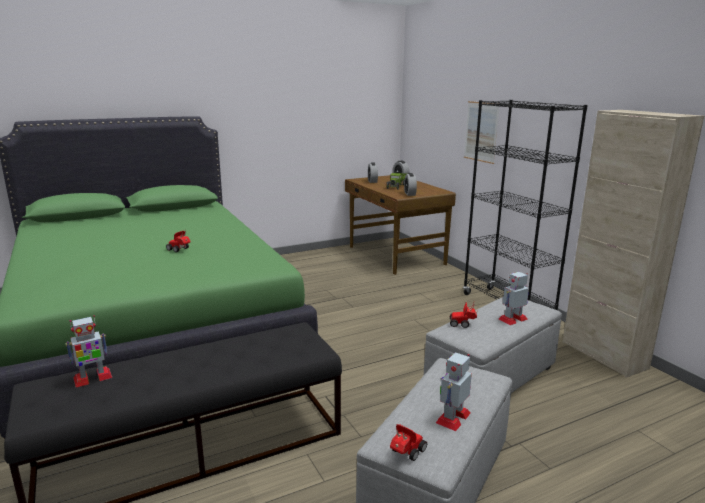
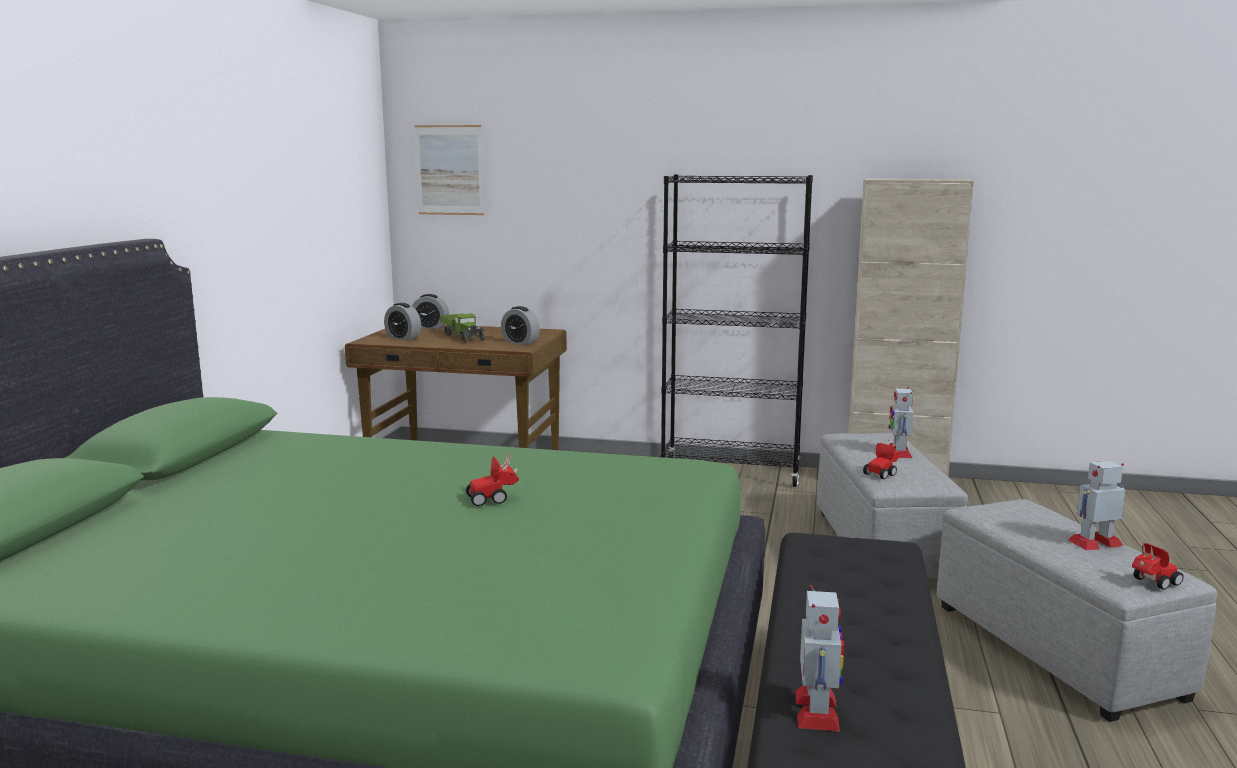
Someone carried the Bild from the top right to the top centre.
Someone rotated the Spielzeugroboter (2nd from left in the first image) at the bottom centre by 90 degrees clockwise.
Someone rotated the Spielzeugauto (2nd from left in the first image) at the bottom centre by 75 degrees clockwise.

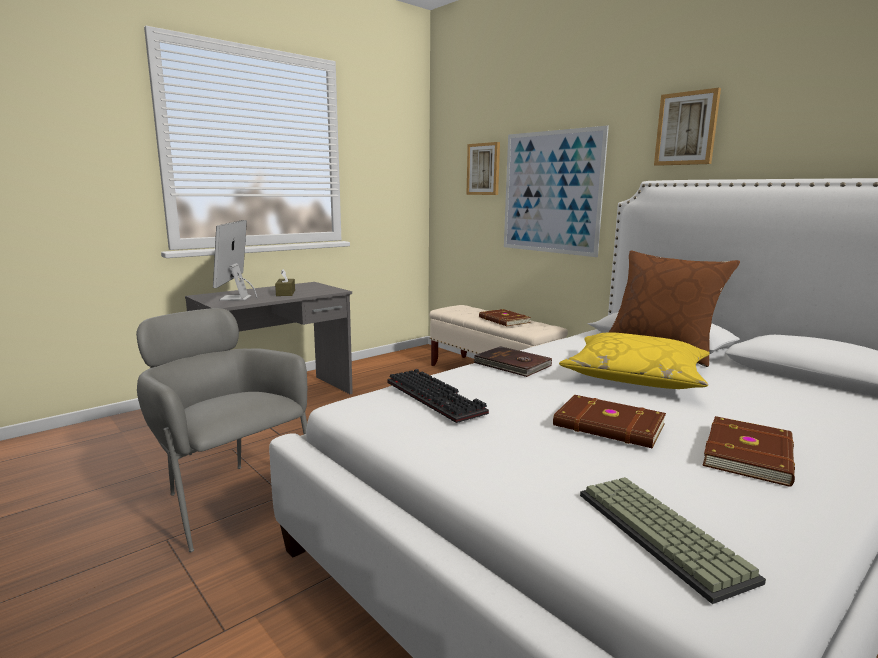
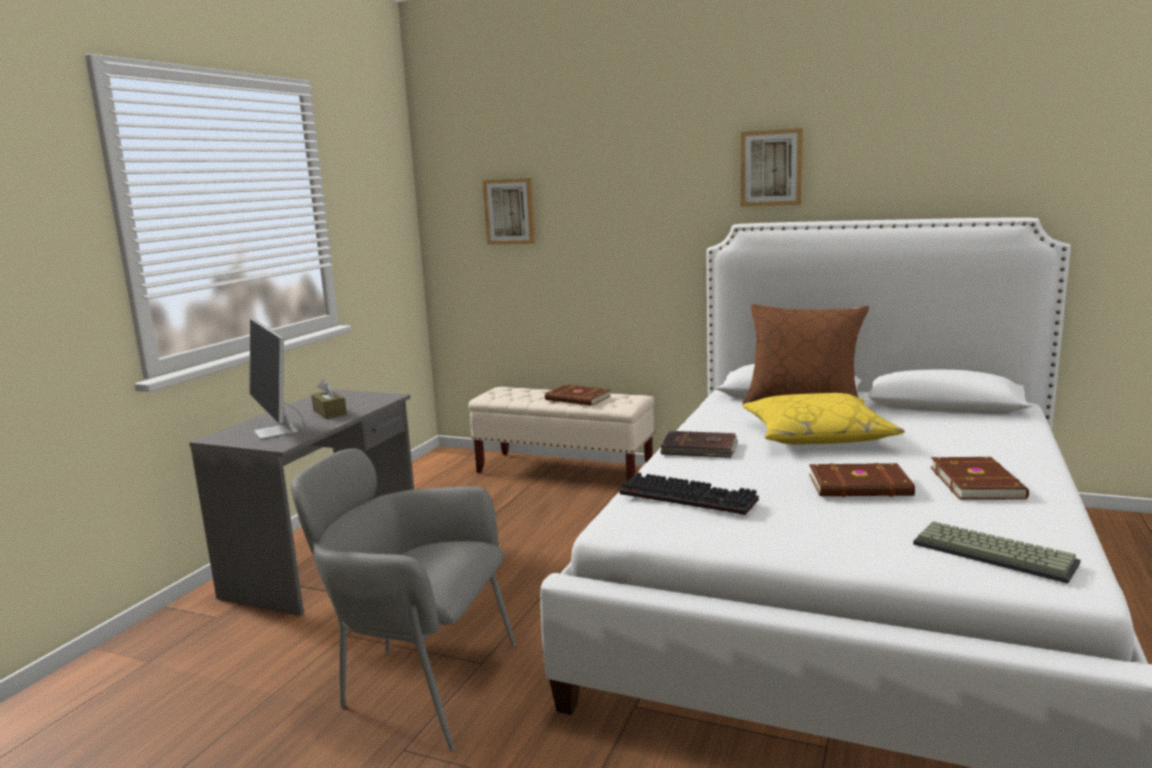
Someone took away the Bild (2nd from left) at the top centre.

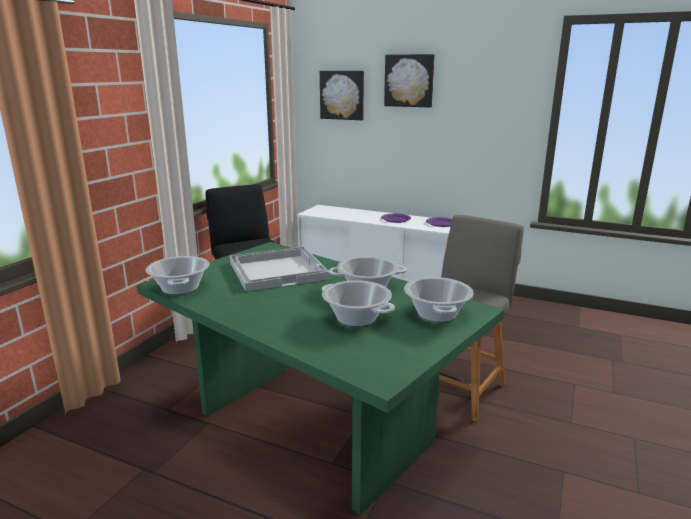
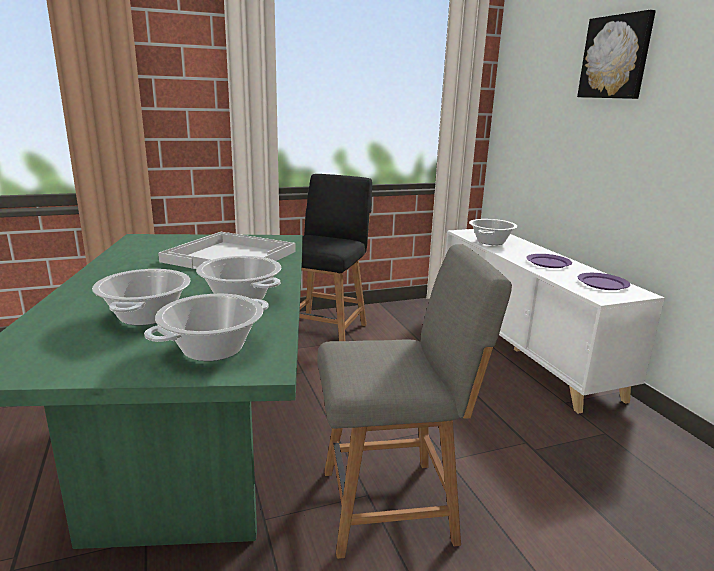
Someone took away the Bild (1st from left) at the top centre.
Someone carried the Kochtopf (1st from left in the first image) from the middle left to the middle right.

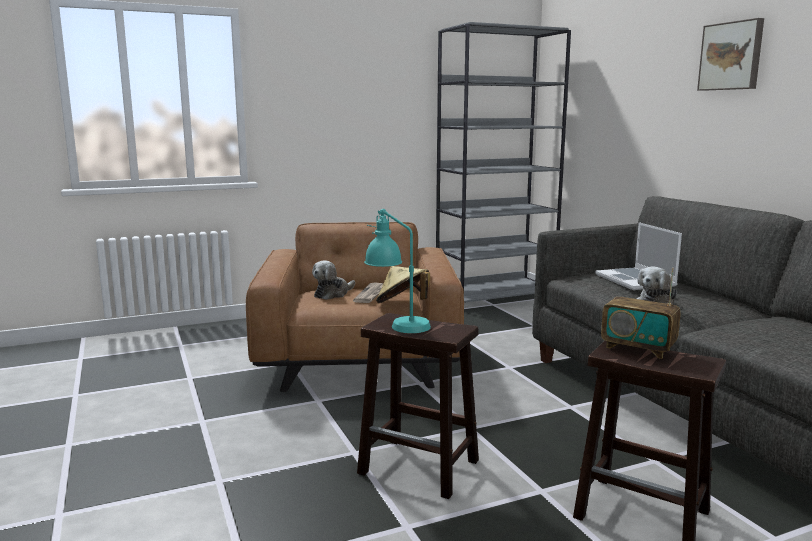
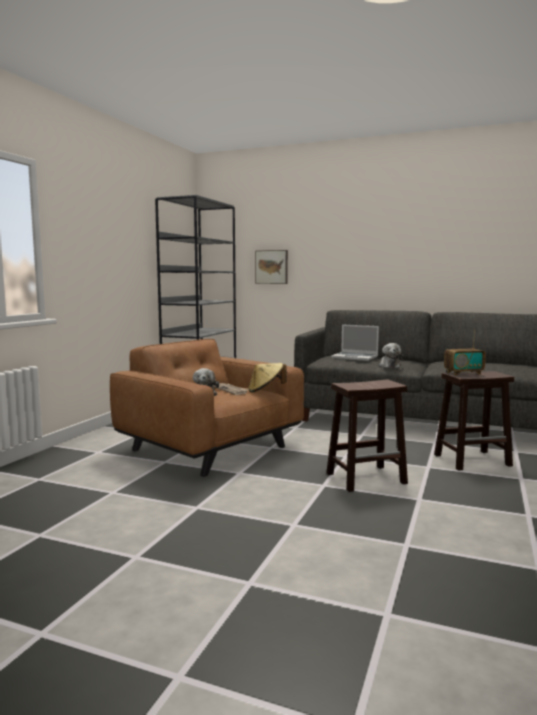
Someone carried the Bild from the top right to the centre.
Someone took away the Tischlampe [türkis] at the centre.

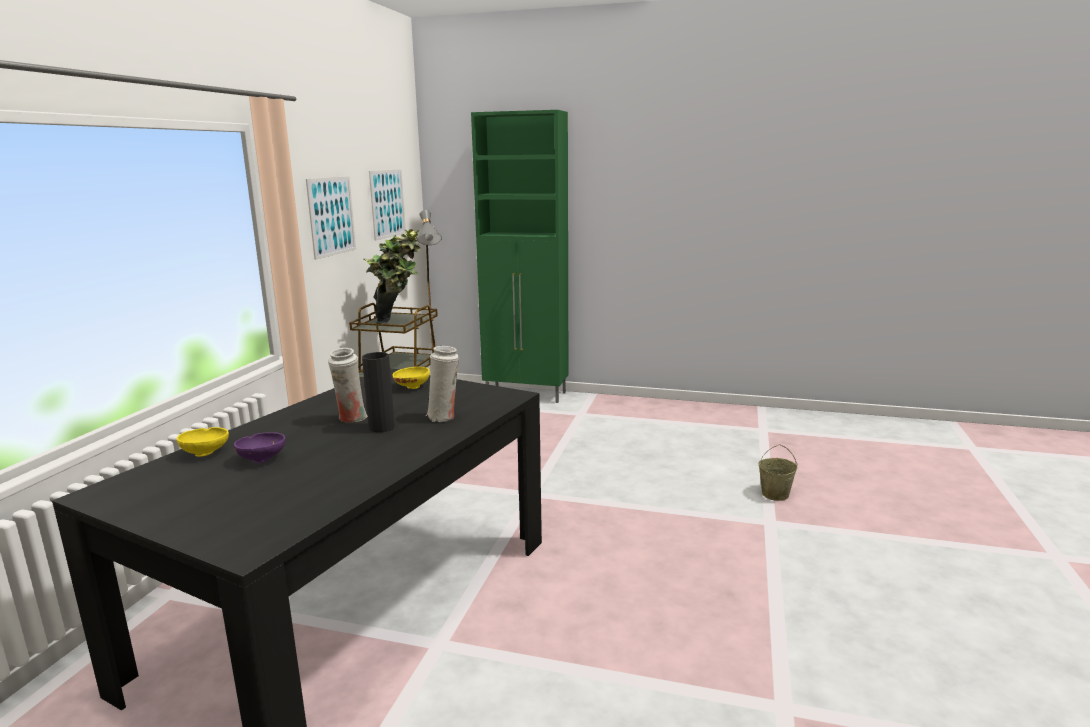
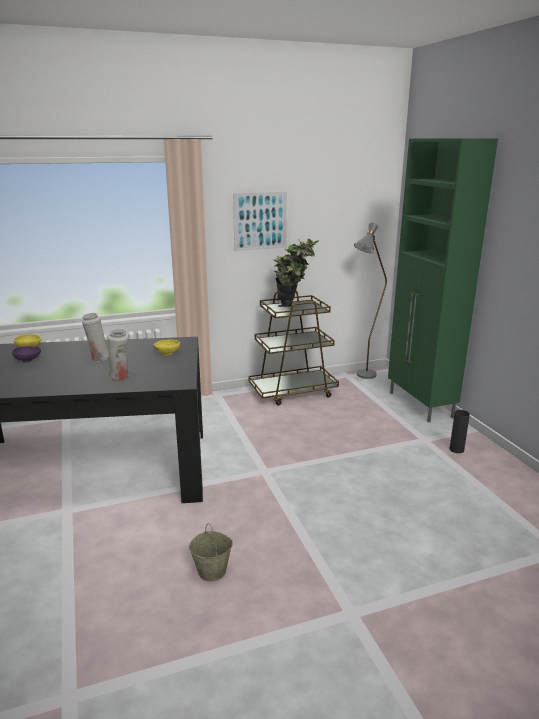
Someone took away the Bild (2nd from left) at the top centre.
Someone carried the Vase [schwarz] from the centre to the middle right.
Someone carried the Eimer [beige] from the middle right to the bottom centre.

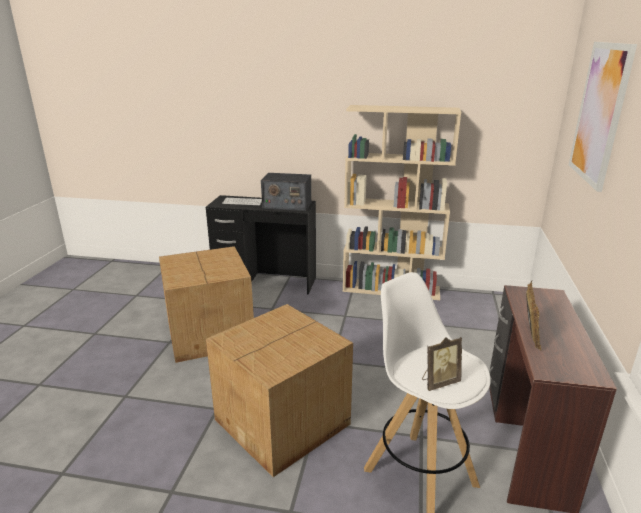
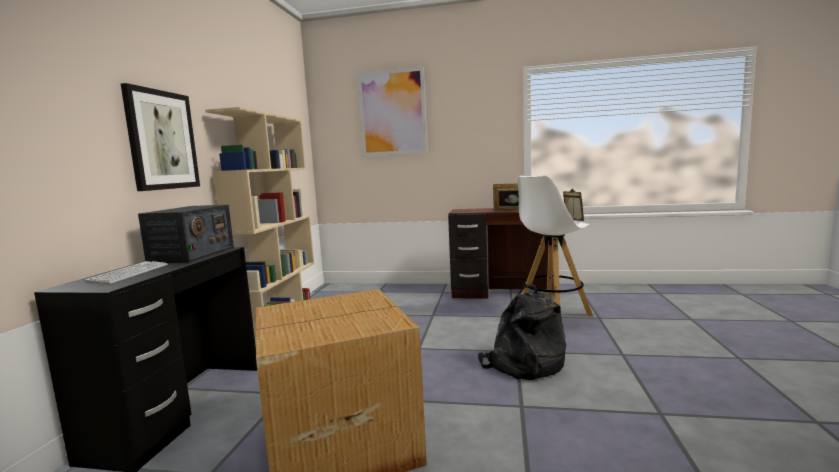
Someone swapped the Karton (2nd from left) at the bottom centre for the Rucksack [schwarz] at the bottom centre.
Someone put up the Bild (1st from left) at the top left.

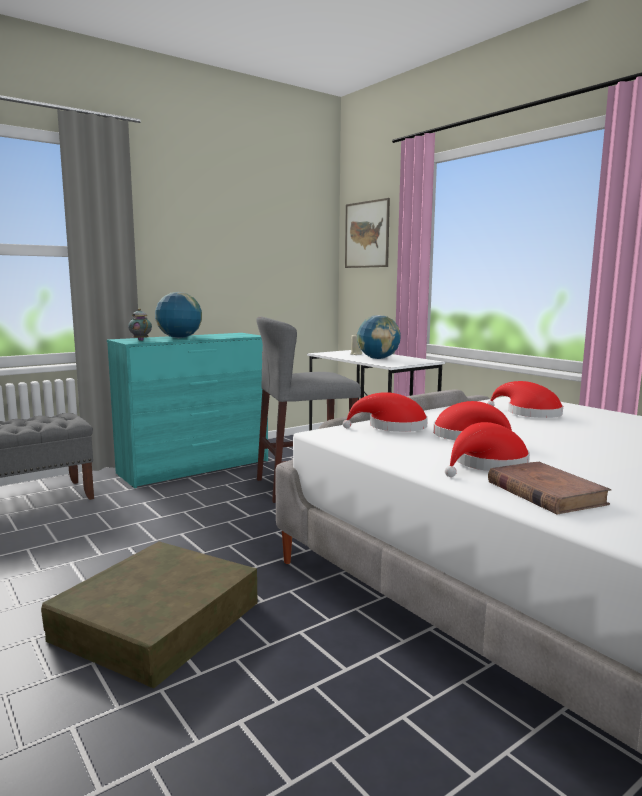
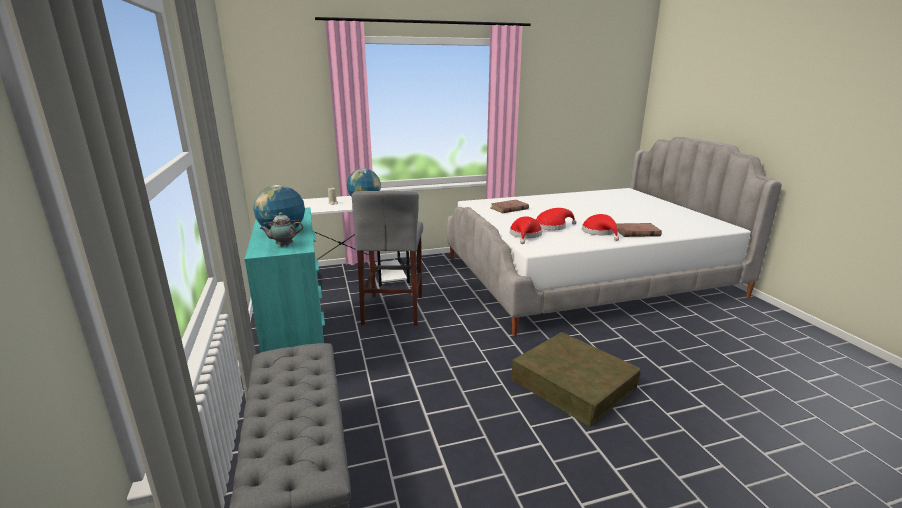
Someone took away the Bild at the top centre.
Someone swapped the Hut [rot] (4th from left) at the middle right for the Buch [braun] (1st from left) at the centre.

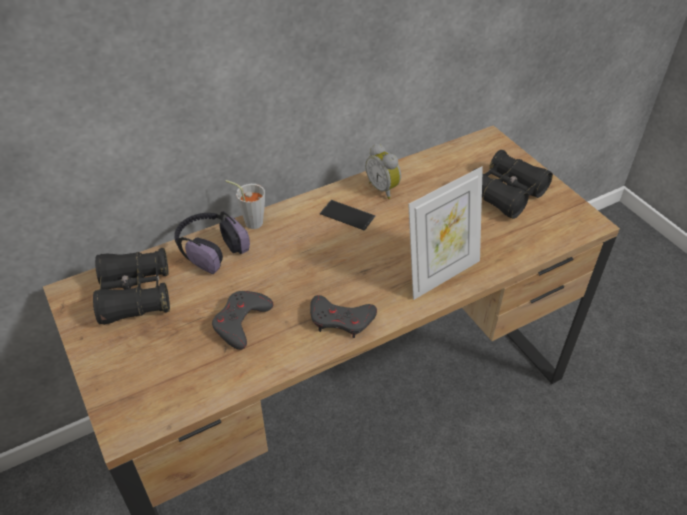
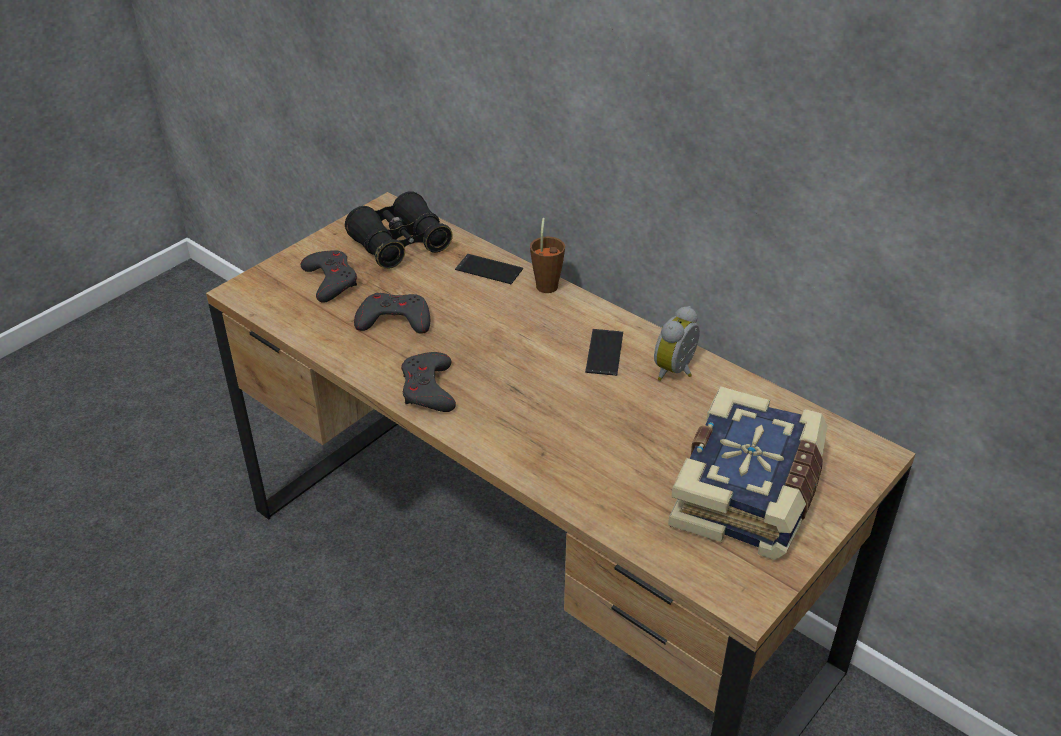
Someone swapped the Fernglas [schwarz] (2nd from left) at the middle right for the Buch at the middle right.
Someone took away the Bilderrahmen at the centre.
Someone repainted the Tasse [grau] at the centre, which became the Tasse [braun] at the centre.
Someone swapped the Kopfhörer at the middle left for the Handy (1st from left) at the centre.
Someone put down the Gamepad [grau] (1st from left) at the middle left.

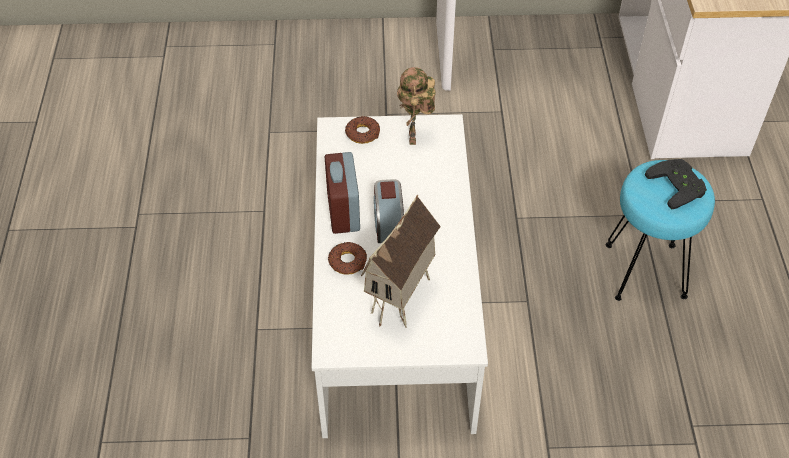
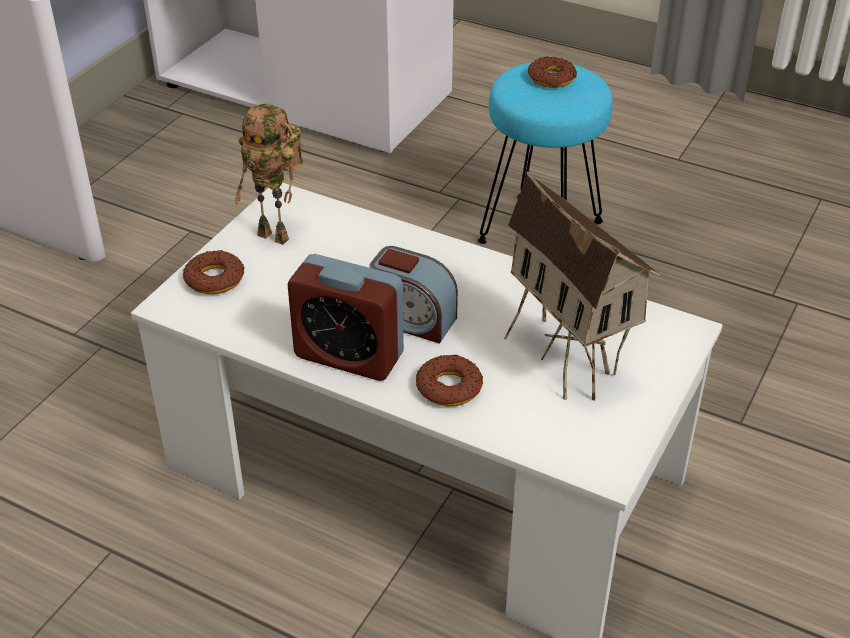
Someone swapped the Gamepad [schwarz] at the middle right for the Donut (3rd from left) at the top centre.

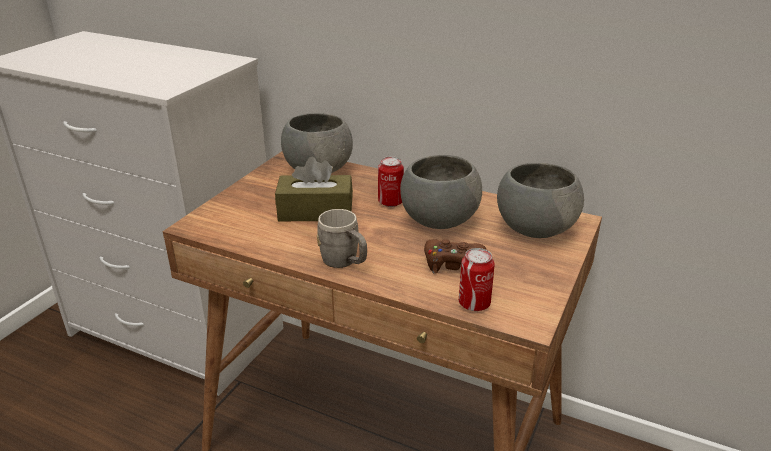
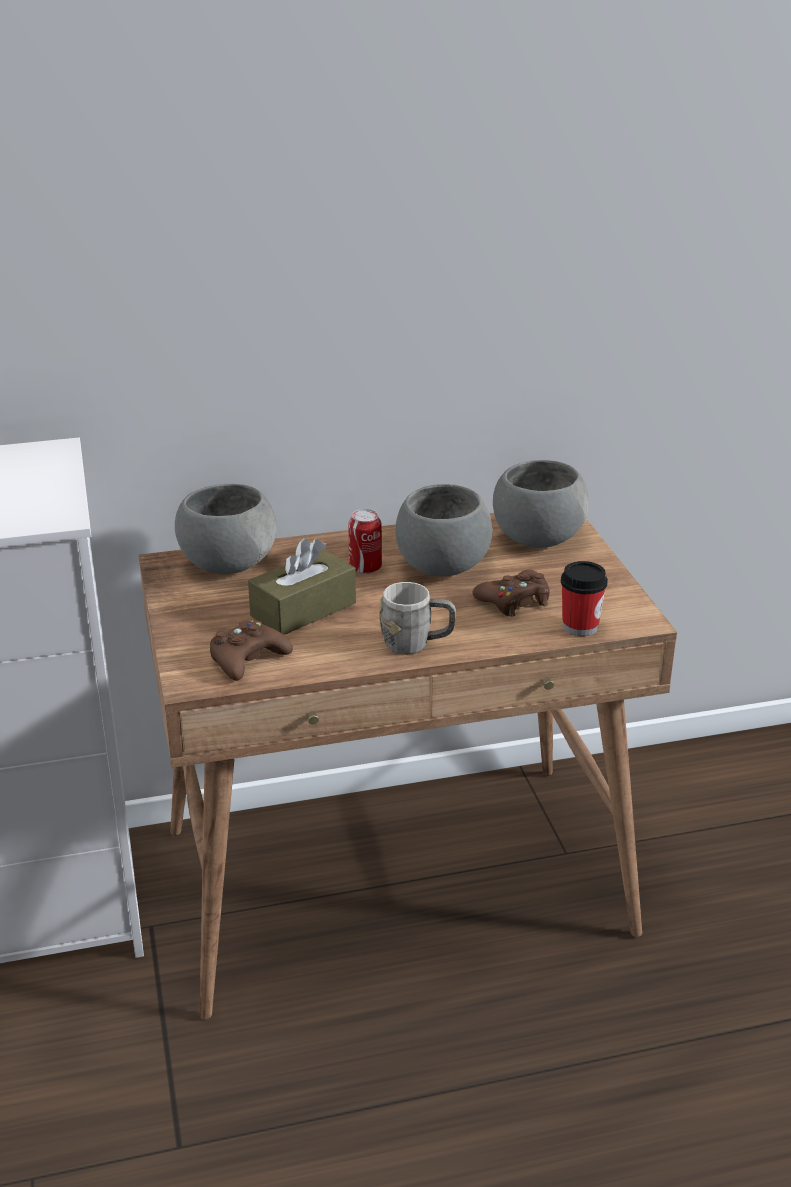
Someone swapped the Dose (2nd from left) at the centre for the Tasse at the middle right.
Someone put down the Gamepad [braun] (1st from left) at the middle left.

